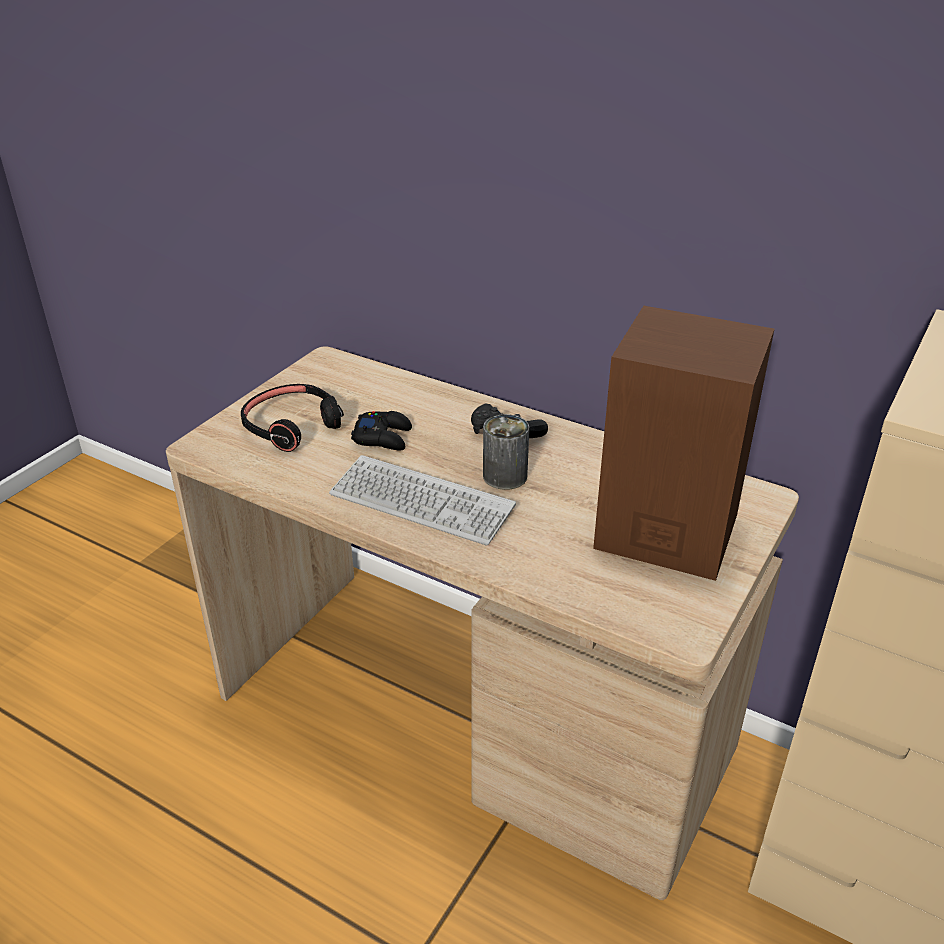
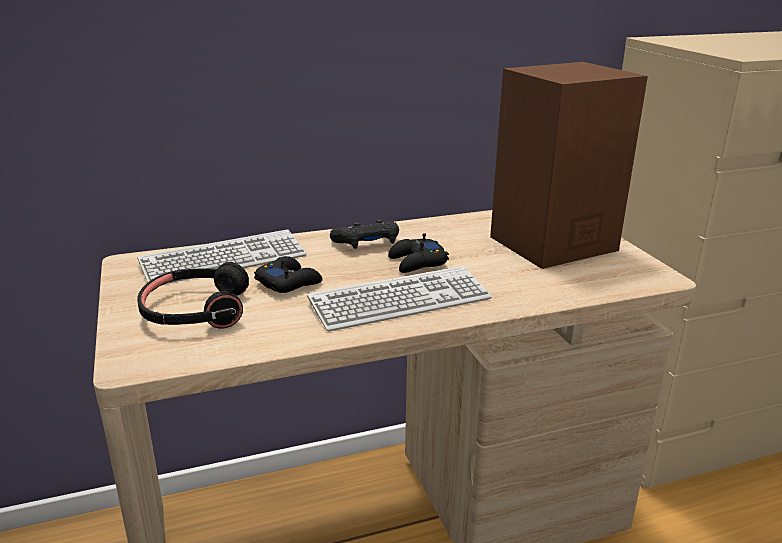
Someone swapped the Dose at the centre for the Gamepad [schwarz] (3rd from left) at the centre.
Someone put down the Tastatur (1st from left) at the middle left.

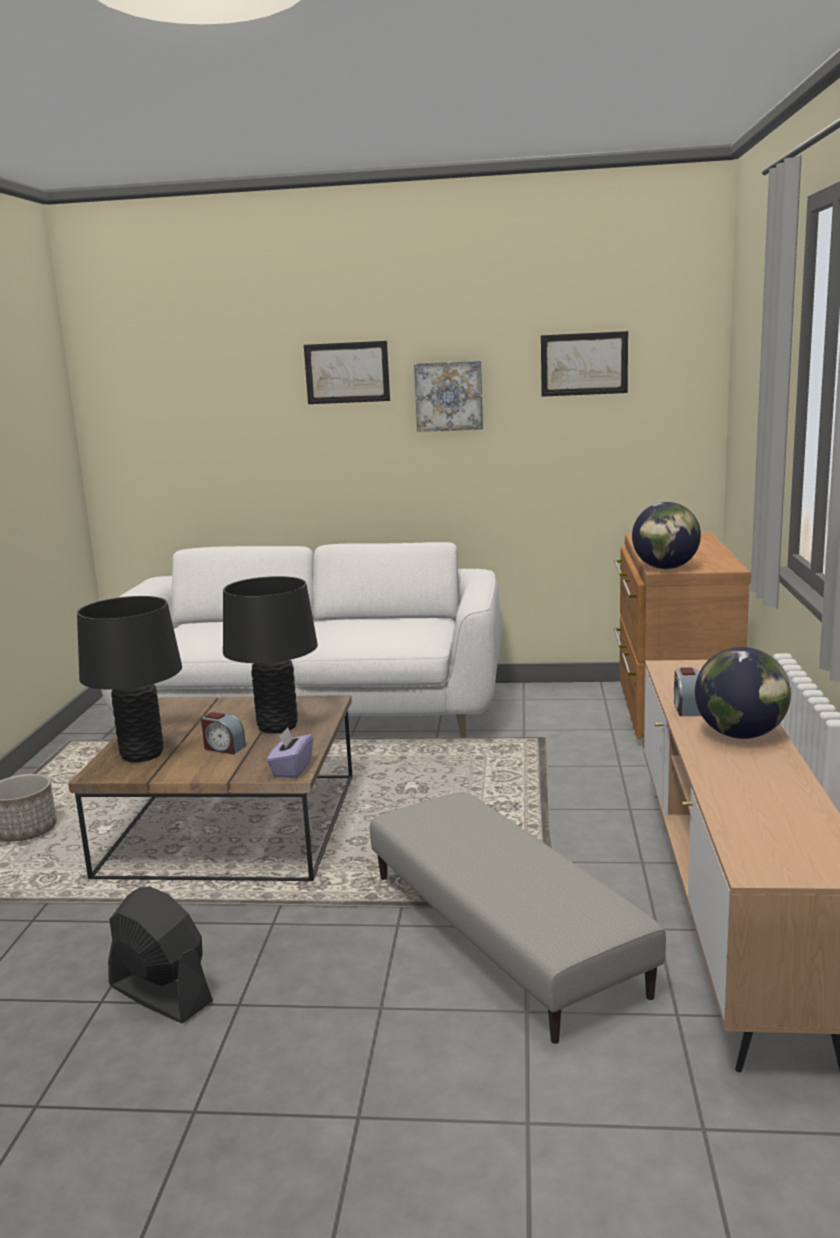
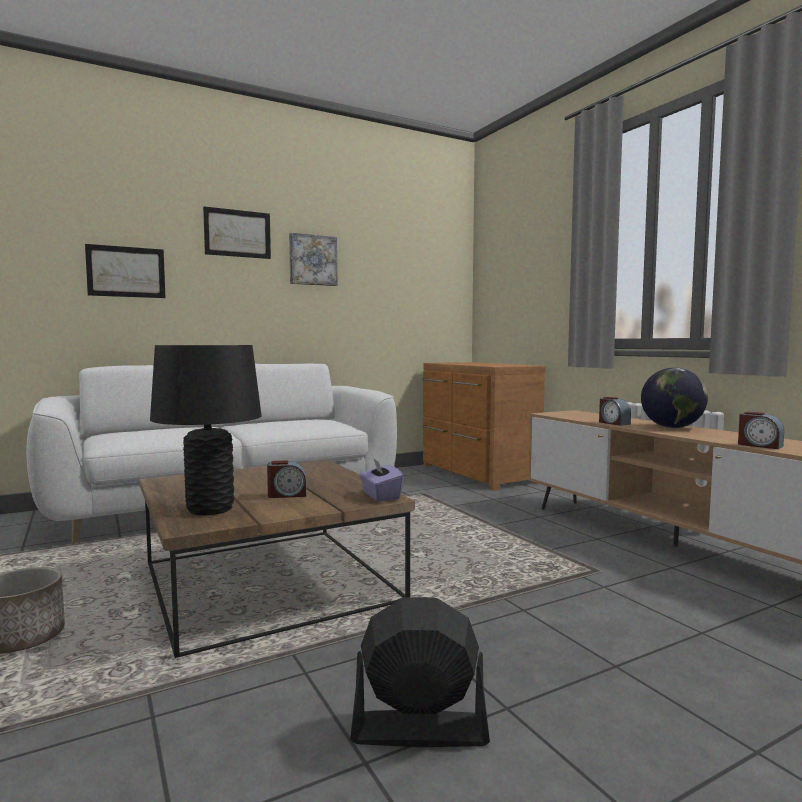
Someone carried the Bild (3rd from left in the first image) from the top right to the middle left.
Someone took away the Globus (1st from left) at the middle right.
Someone took away the Tischlampe [schwarz] (2nd from left) at the middle left.
Someone took away the Polsterhocker [grau] at the bottom centre.
Someone put down the Wecker (3rd from left) at the middle right.

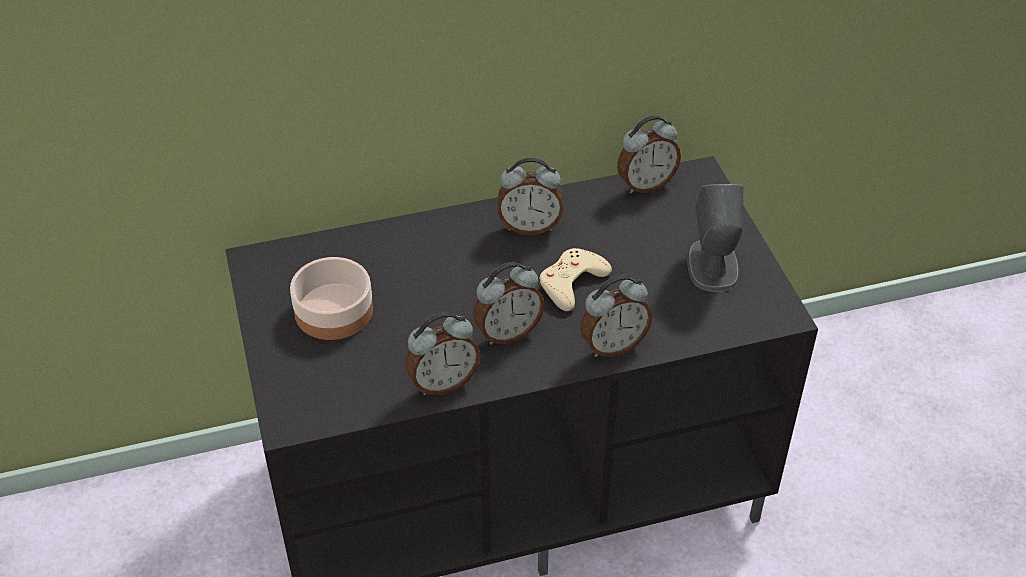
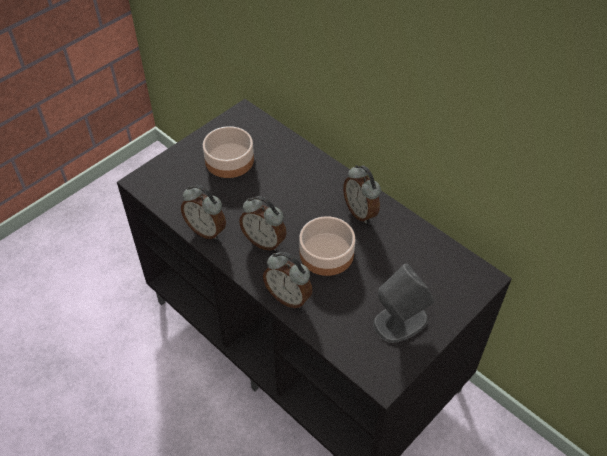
Someone took away the Wecker (5th from left) at the top centre.
Someone swapped the Gamepad [beige] at the centre for the Schüssel (2nd from left) at the centre.

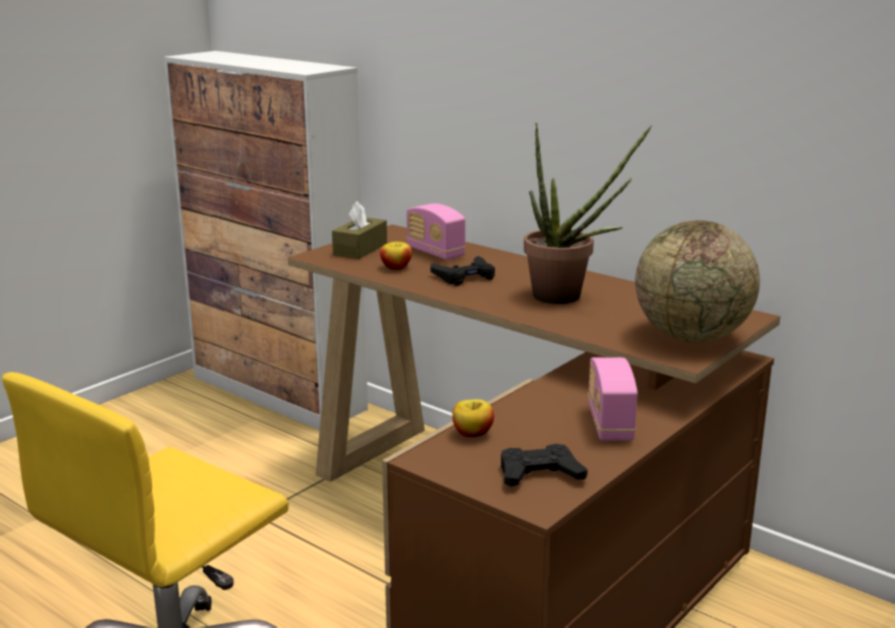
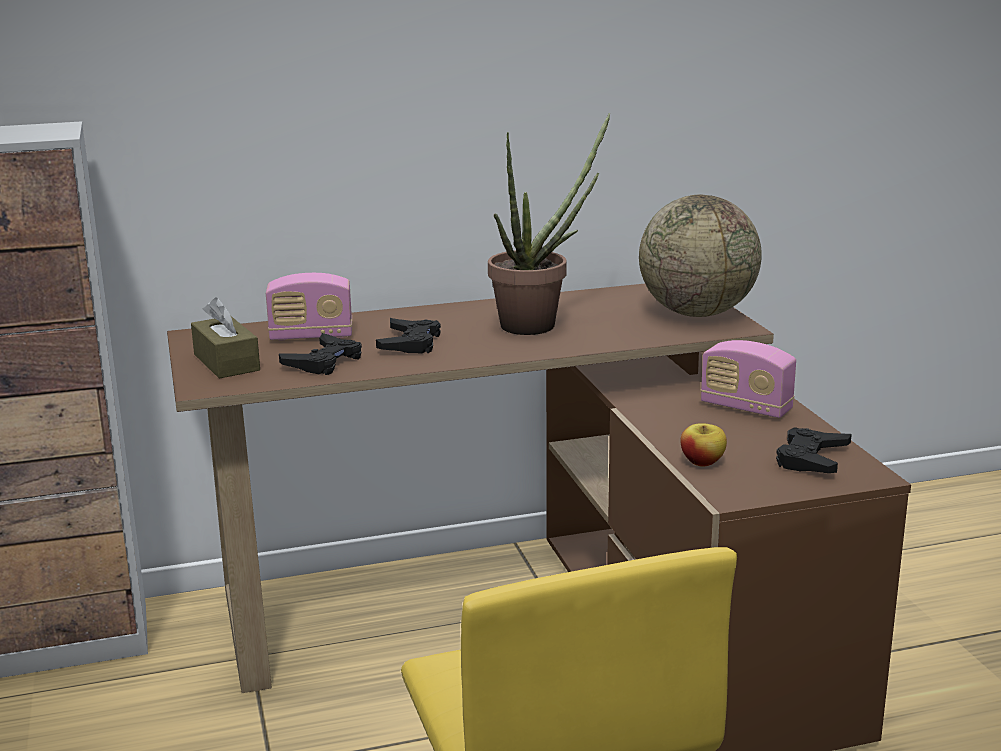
Someone swapped the Apfel (1st from left) at the centre for the Gamepad [schwarz] (1st from left) at the middle left.

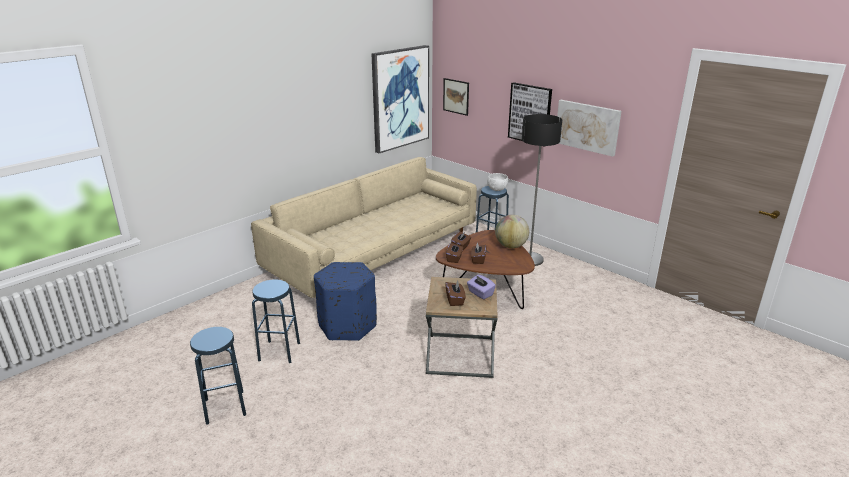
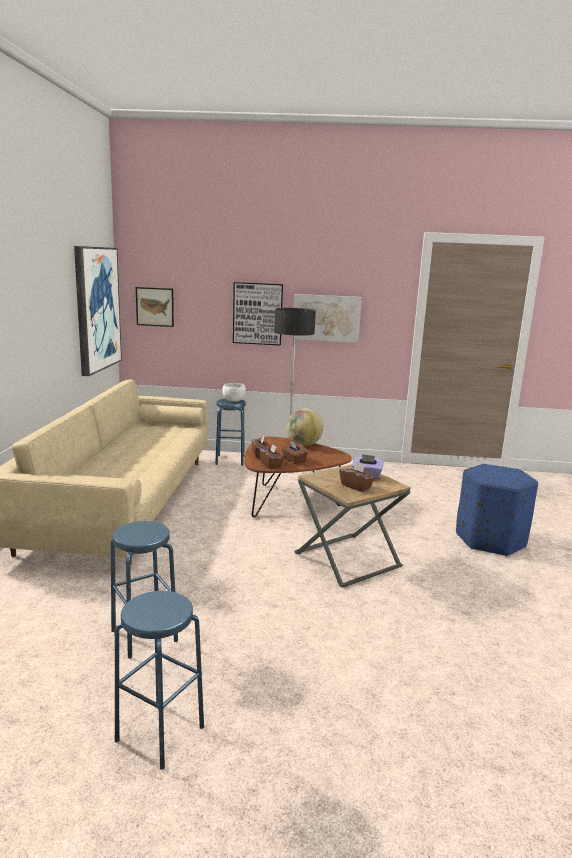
Someone carried the Polsterhocker [blau] from the centre to the middle right.

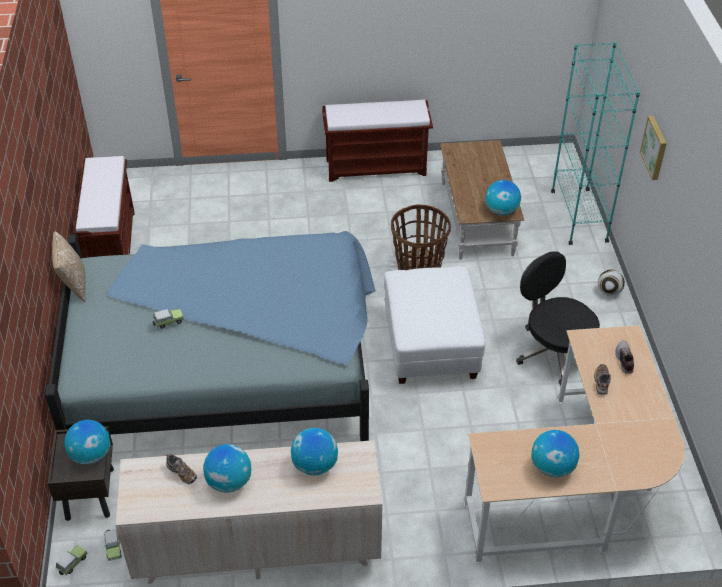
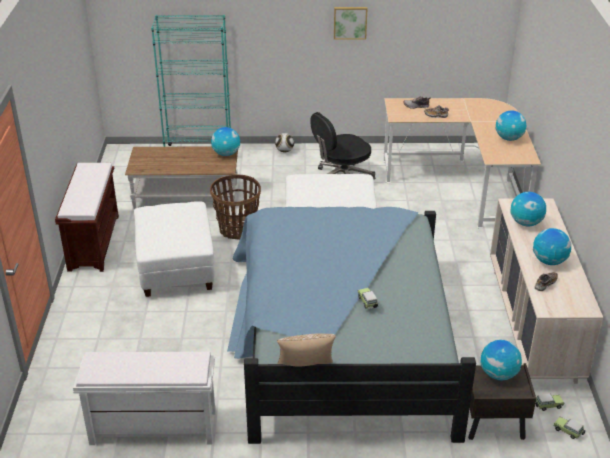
Someone carried the Bild from the top right to the top centre.
Someone repainted the Bank [braun] (1st from left) at the middle left, which became the Bank [weiß] at the bottom left.
Someone put down the Polsterhocker [weiß] (1st from left) at the middle left.

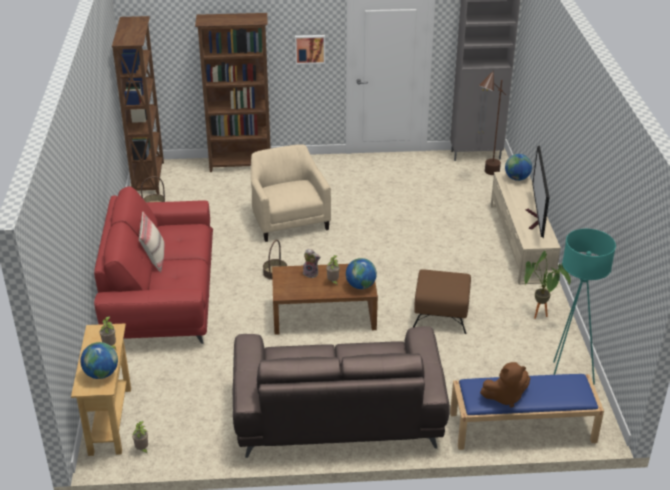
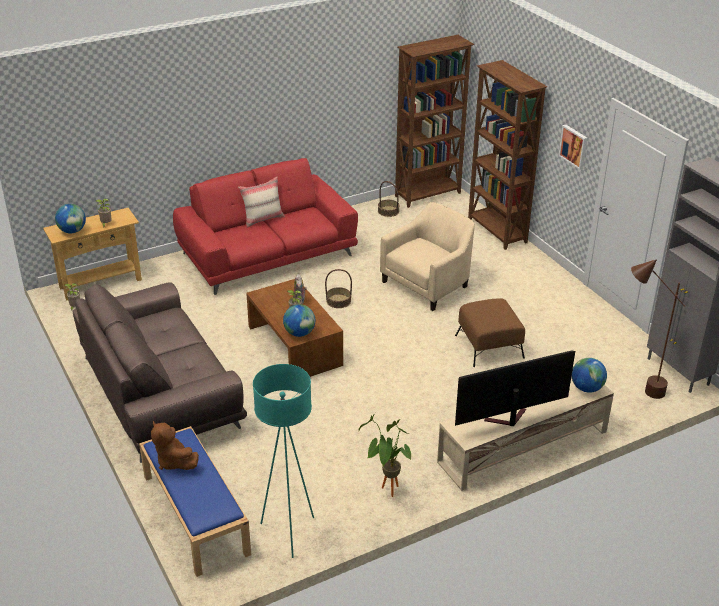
Someone carried the Polsterhocker [braun] from the centre to the middle right.

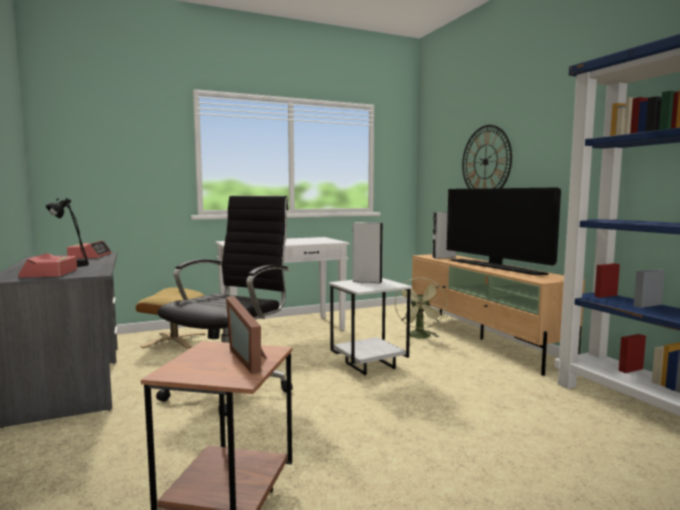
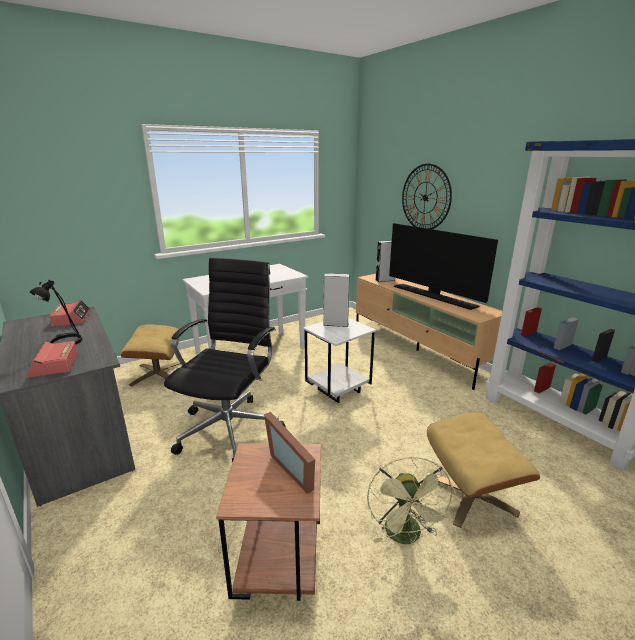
Someone carried the Ventilator [grün] from the centre to the bottom centre.
Someone put down the Polsterhocker [beige] (2nd from left) at the bottom right.

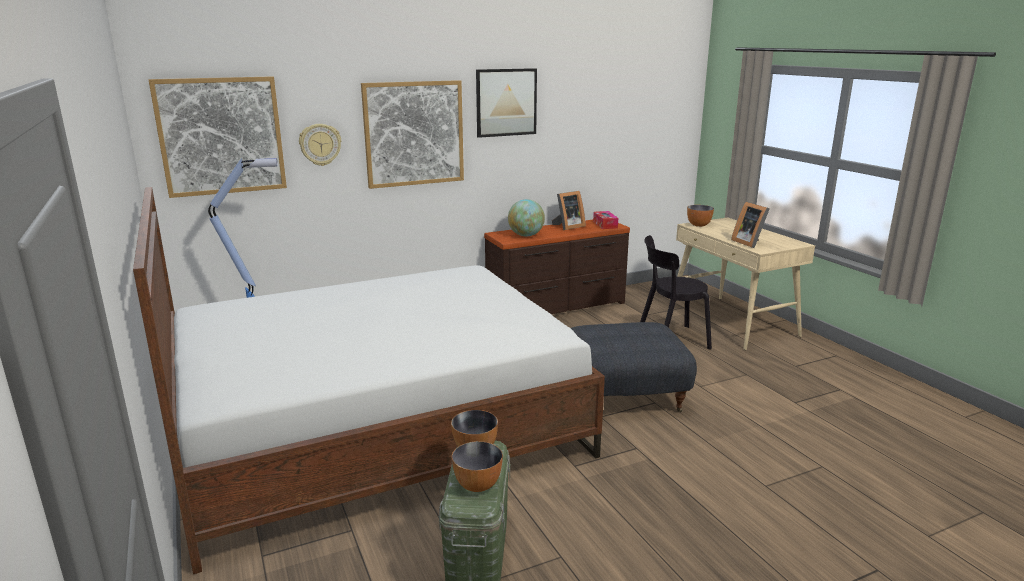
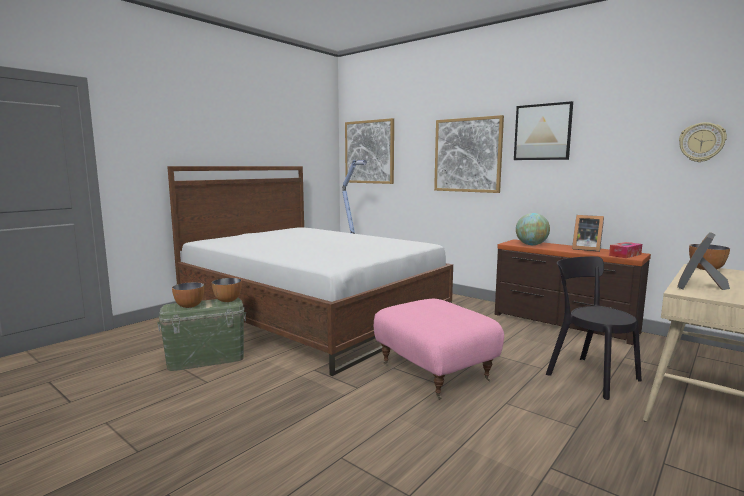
Someone carried the Wanduhr from the top left to the top right.
Someone repainted the Polsterhocker [grau] at the centre, which became the Polsterhocker [rosa] at the bottom centre.

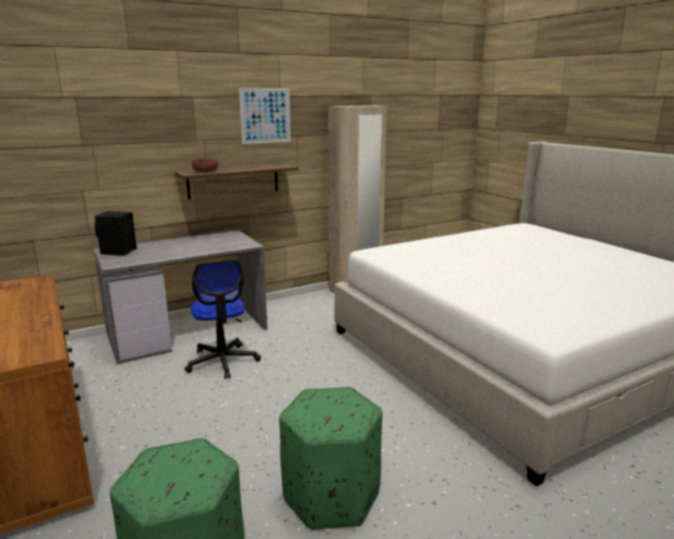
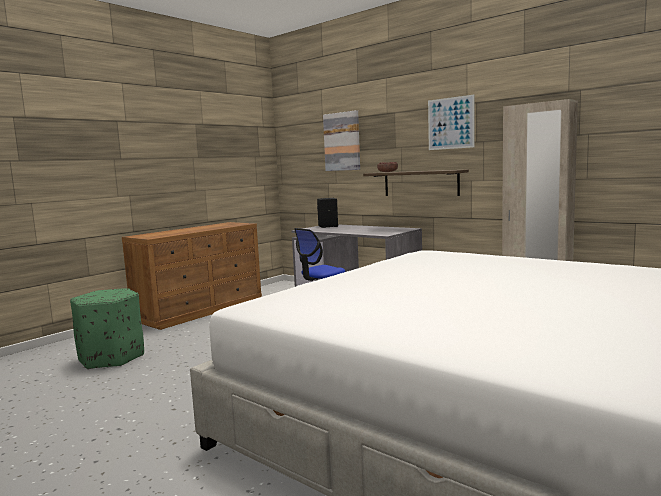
Someone took away the Polsterhocker [grün] (2nd from left) at the bottom centre.
Someone put up the Bild (1st from left) at the top centre.

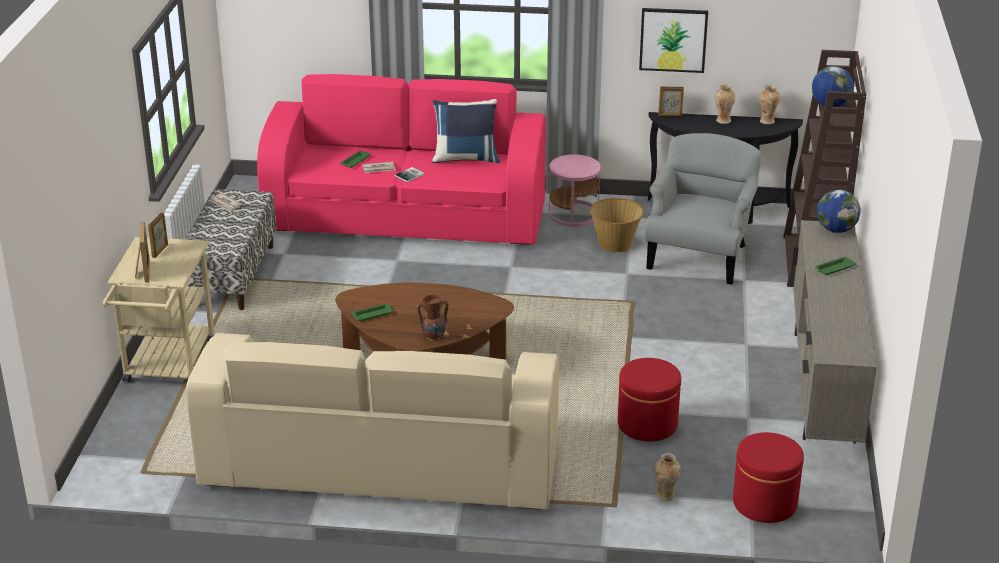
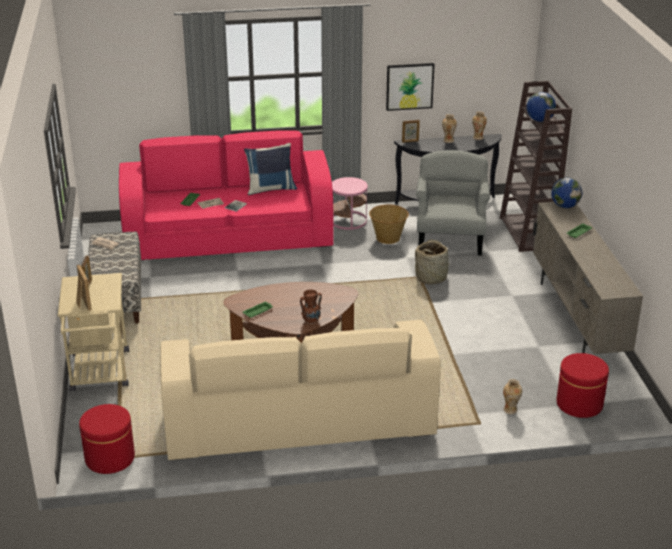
Someone carried the Polsterhocker [rot] (1st from left) from the bottom centre to the bottom left.
Someone put down the Korb (2nd from left) at the centre.

